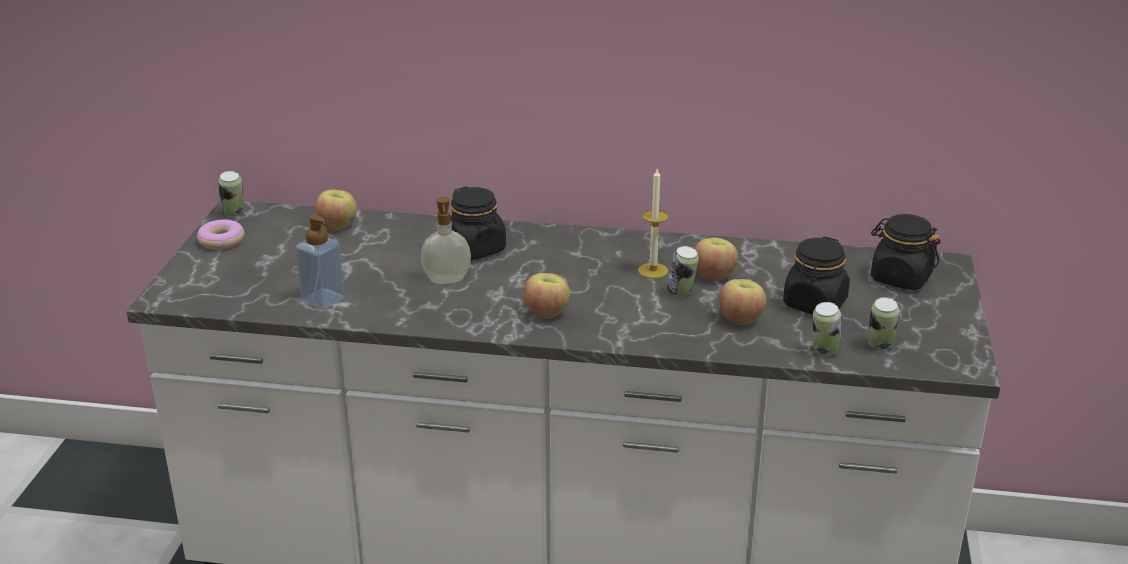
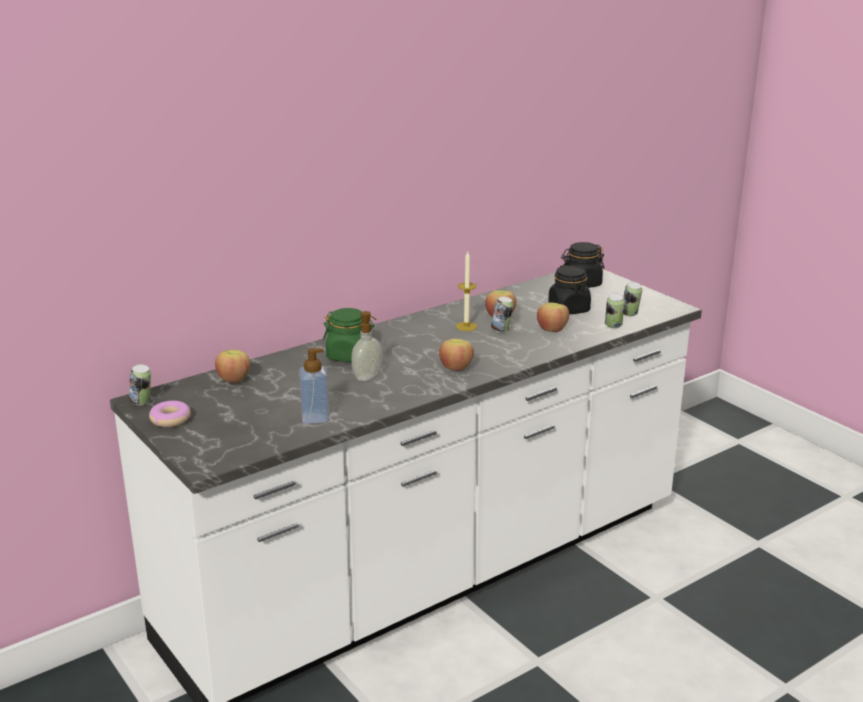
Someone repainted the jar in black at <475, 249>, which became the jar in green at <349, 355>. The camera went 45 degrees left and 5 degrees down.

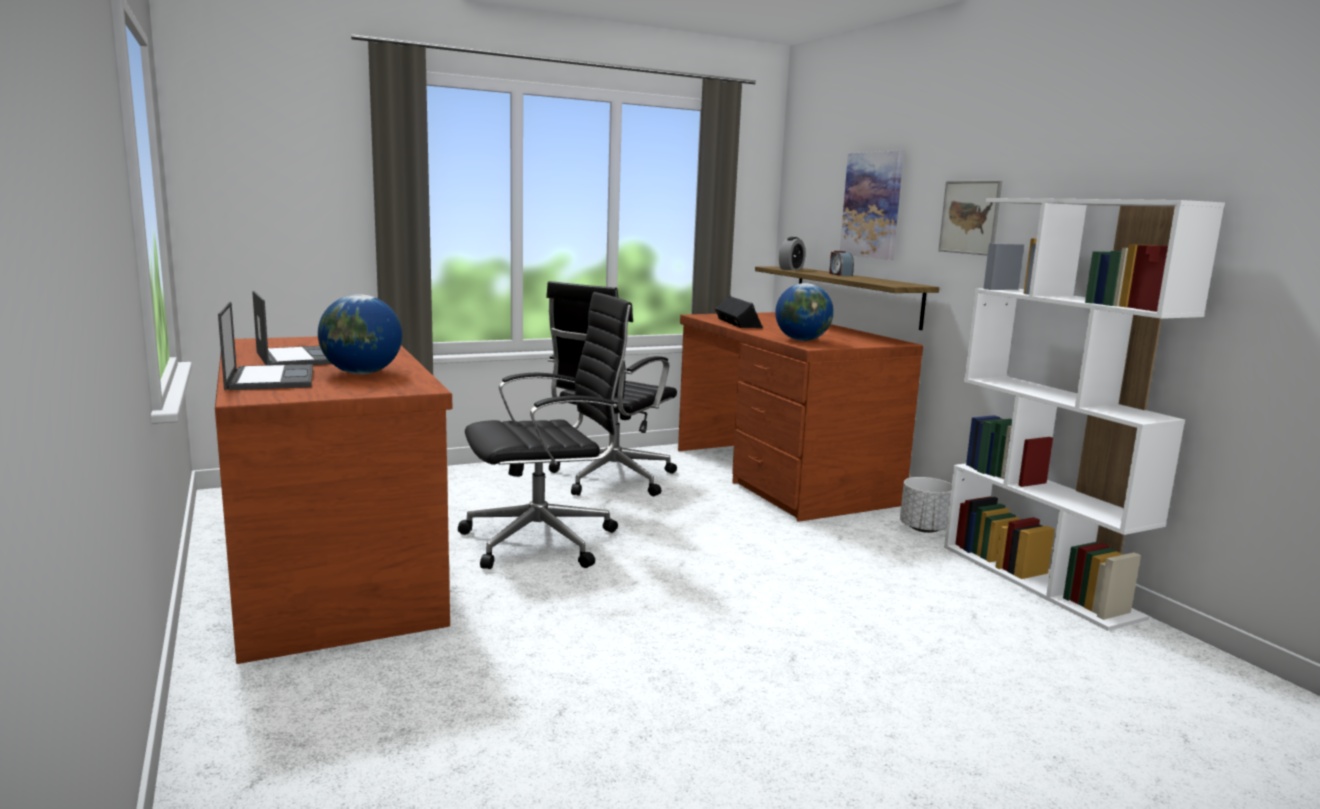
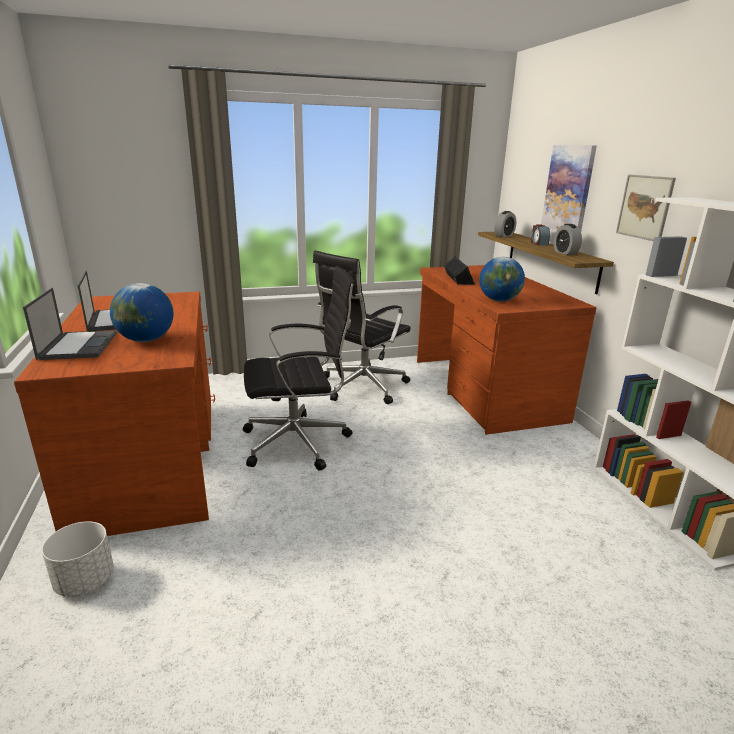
Someone carried the planter in white from <923, 528> to <84, 581>. Someone put down the alarm clock at <565, 253>. The camera went 10 degrees right and 10 degrees up.

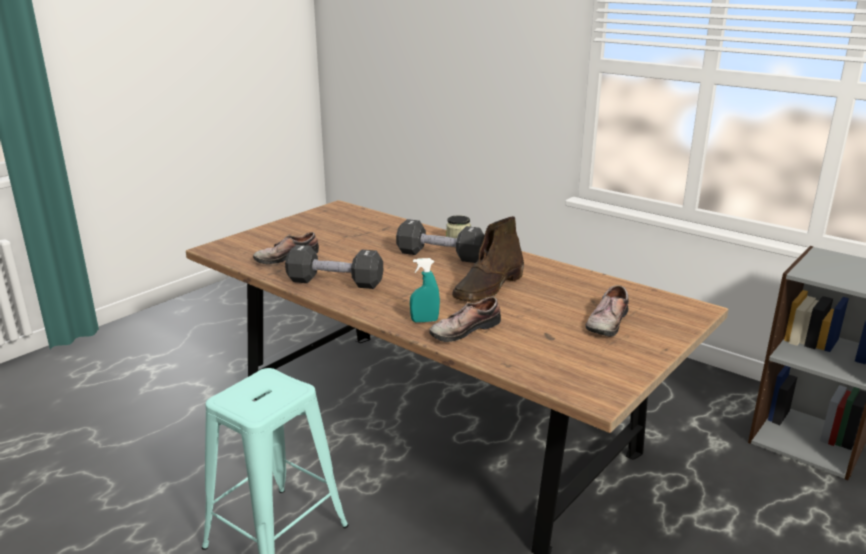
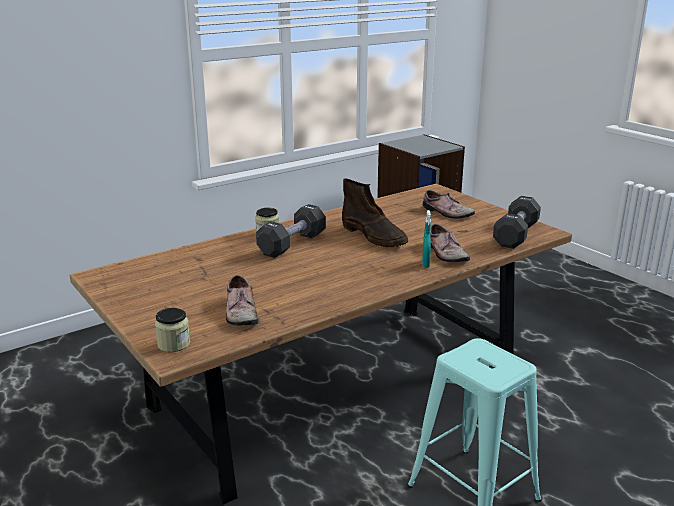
Someone put down the jar at <173, 344>. Someone carried the dumbbell in black from <335, 282> to <516, 235>. The camera went 75 degrees left and 0 degrees up.

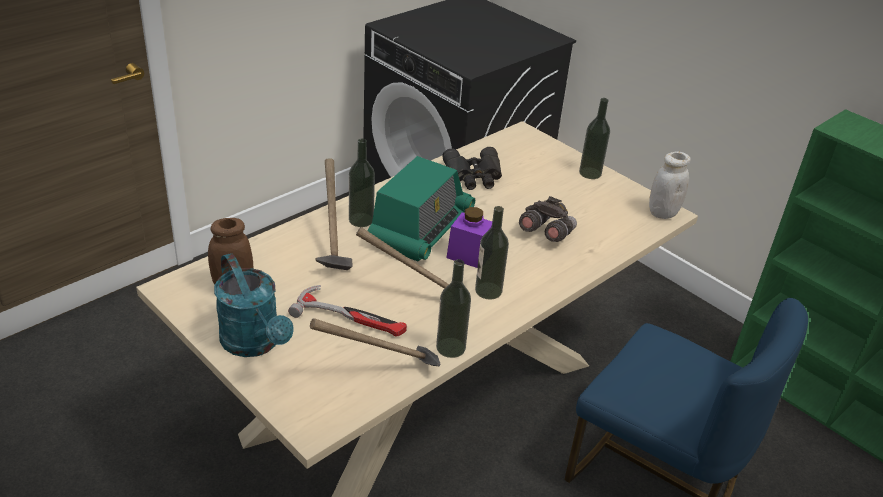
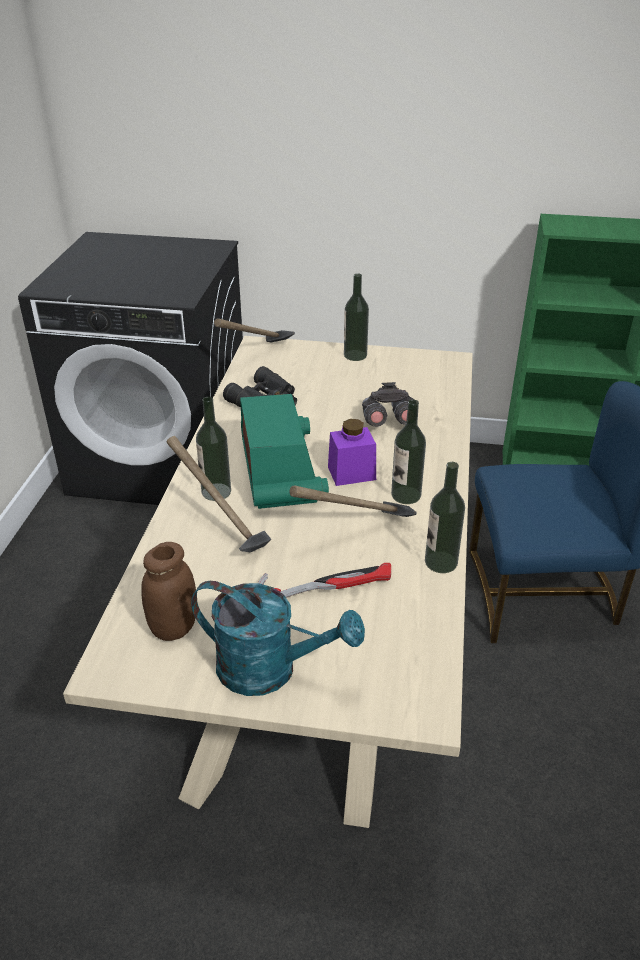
Someone carried the hammer from <381, 374> to <257, 358>. Someone took away the jar in white at <662, 213>. The camera went 35 degrees left and 0 degrees up.

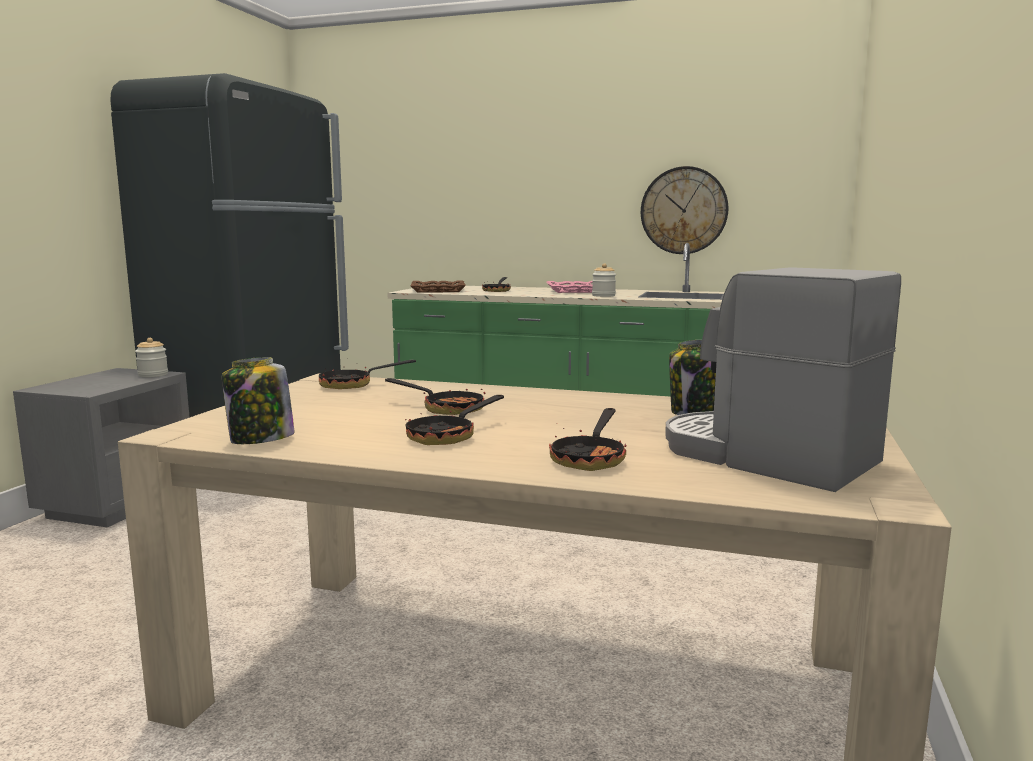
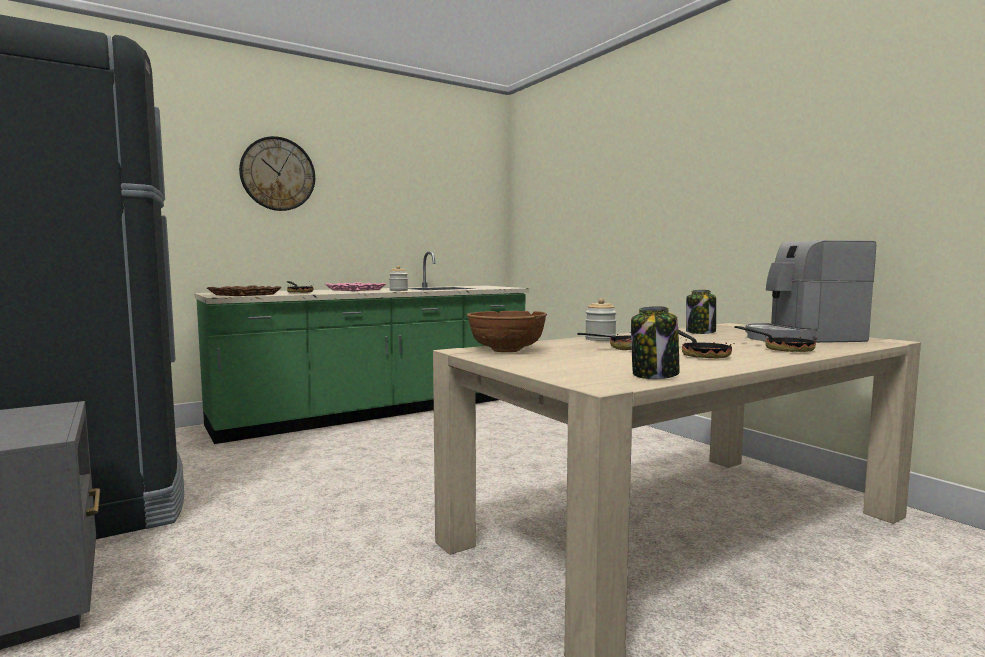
Someone carried the wall clock from <684, 210> to <278, 174>. Someone swapped the frying pan at <354, 385> for the bowl in brown at <506, 349>. Someone carried the jar from <153, 375> to <600, 339>. The camera went 50 degrees left and 5 degrees down.

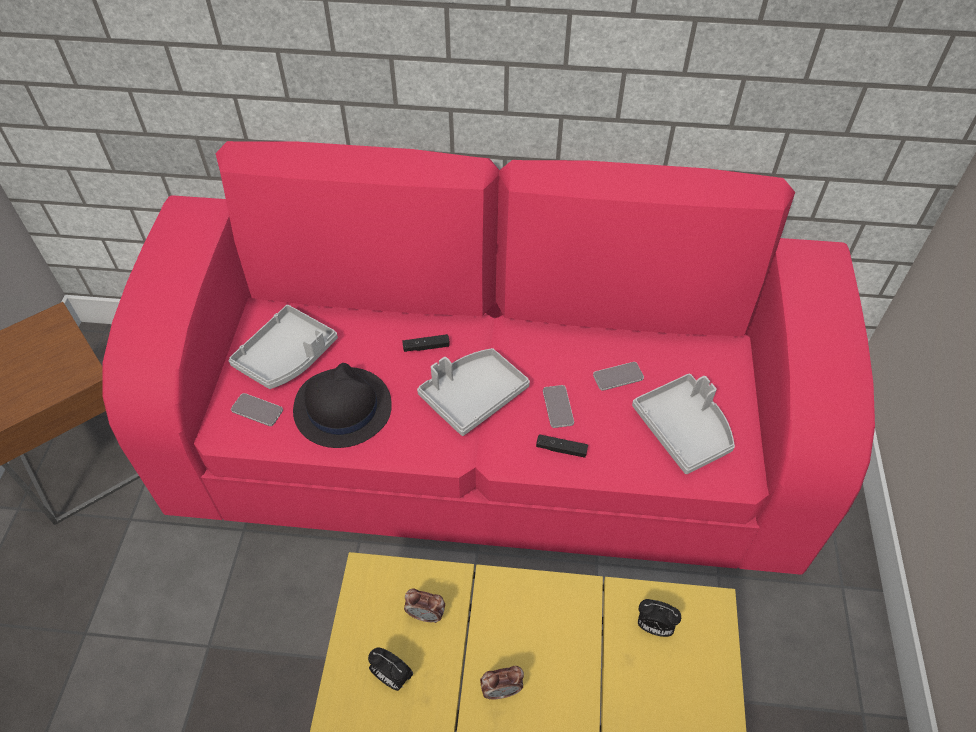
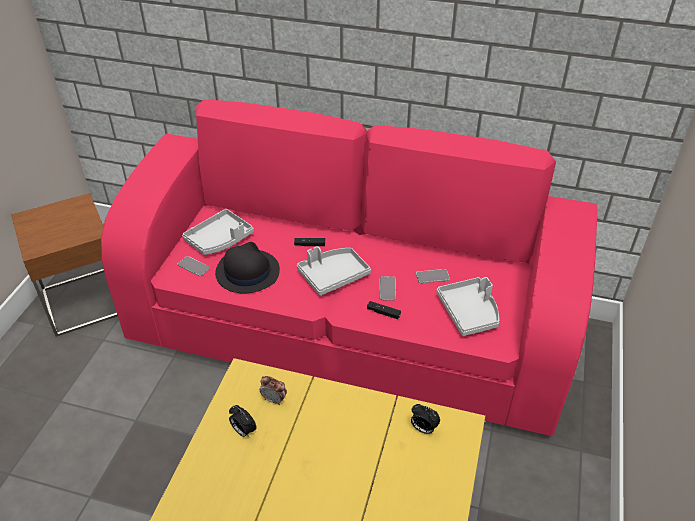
Someone took away the alarm clock at <501, 690>. The camera went 10 degrees right and 10 degrees down.

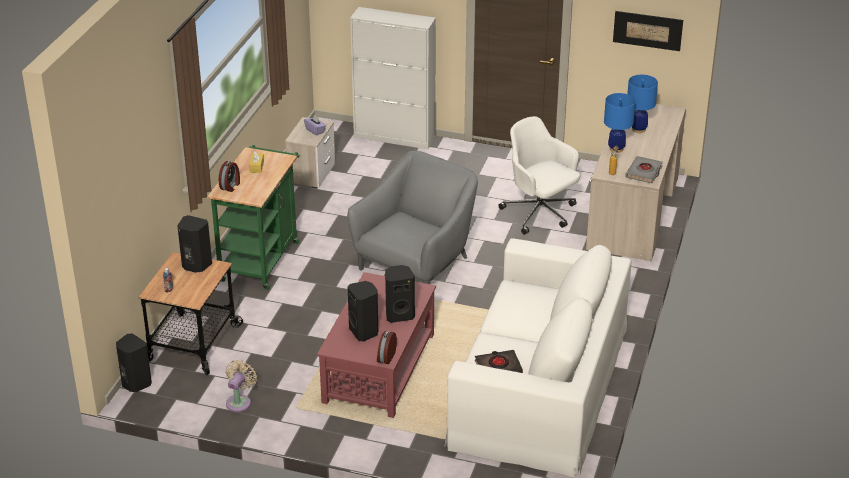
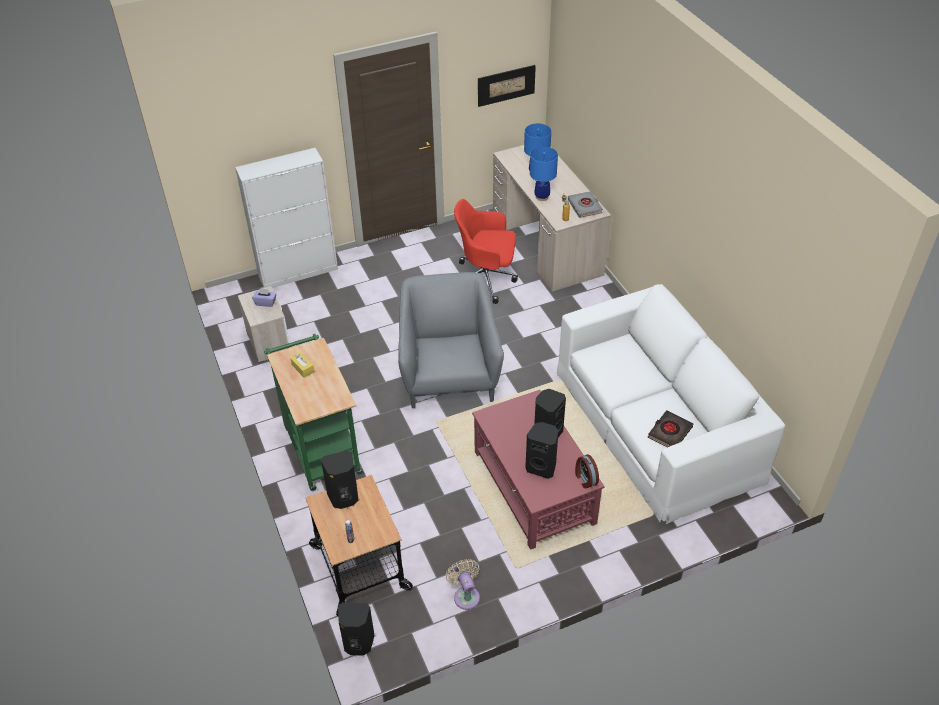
Someone repainted the office chair in white at <540, 213>, which became the office chair in red at <486, 279>. Someone took away the alarm clock at <230, 186>. The camera went 40 degrees left and 10 degrees up.

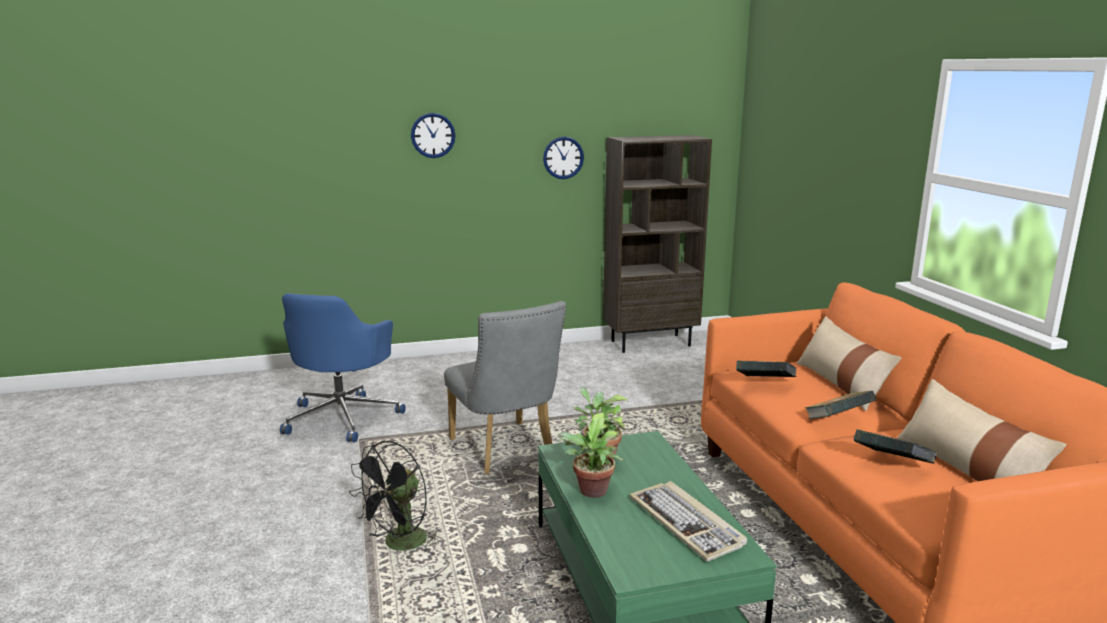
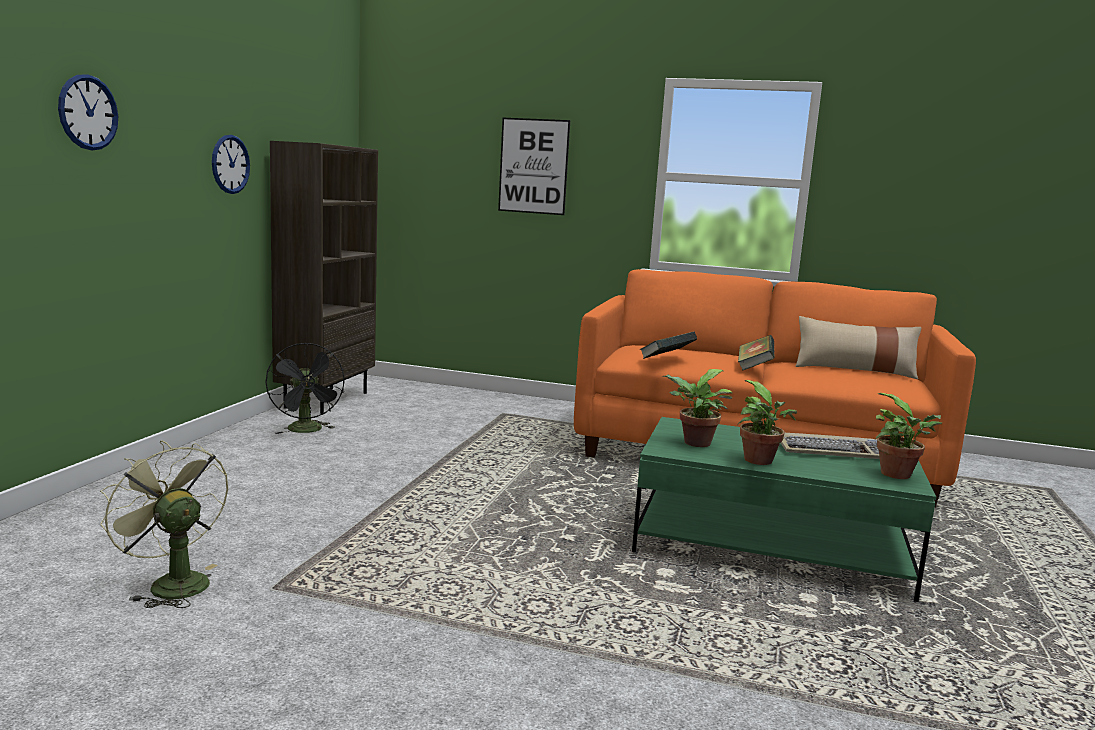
Someone swapped the office chair in blue at <343, 417> for the fan in green at <171, 583>. Someone carried the fan in black from <399, 545> to <307, 431>. Someone put up the picture at <533, 166>. Someone put down the potted plant at <899, 475>. Someone took away the chair in grey at <505, 451>. Someone took away the pillow in beige at <841, 384>. Someone took away the book at <891, 465>. The camera went 60 degrees left and 5 degrees down.

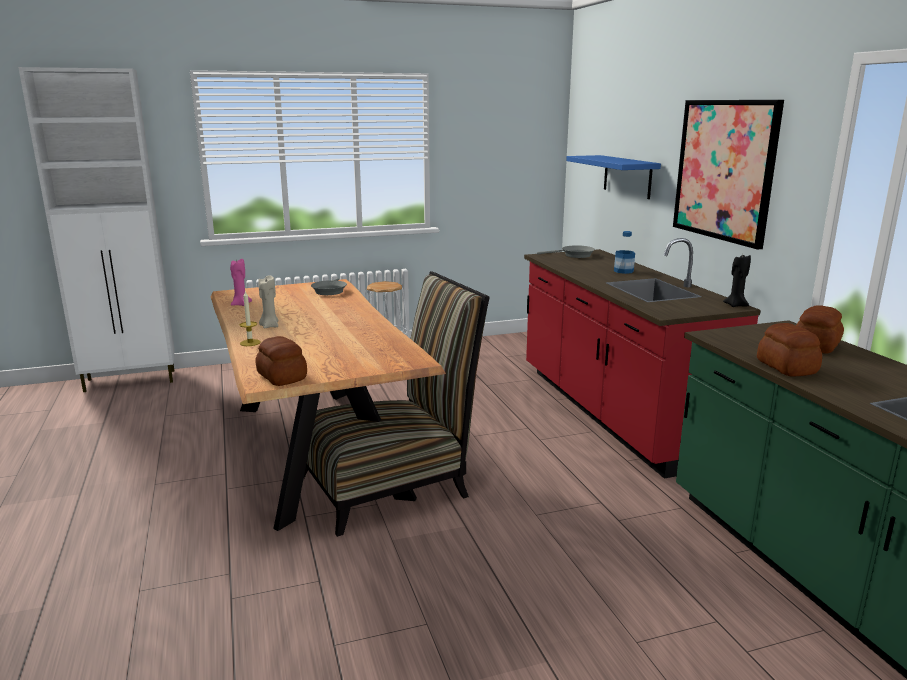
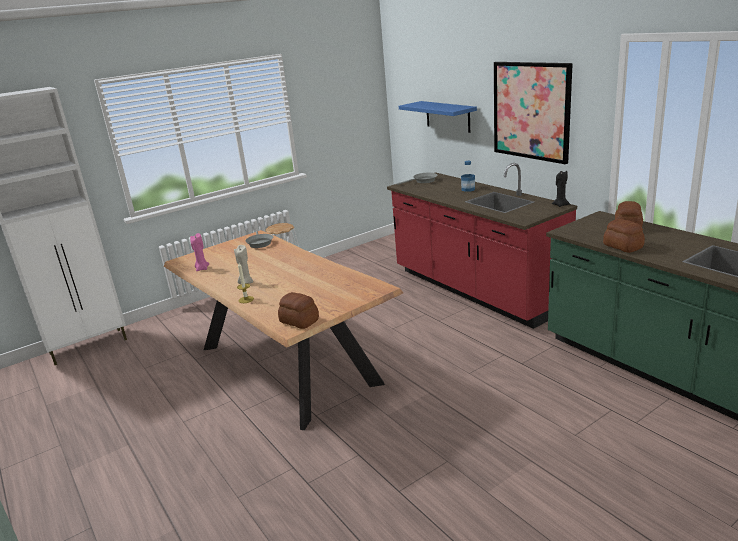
Someone took away the chair at <392, 484>. The camera went 15 degrees left and 5 degrees up.

